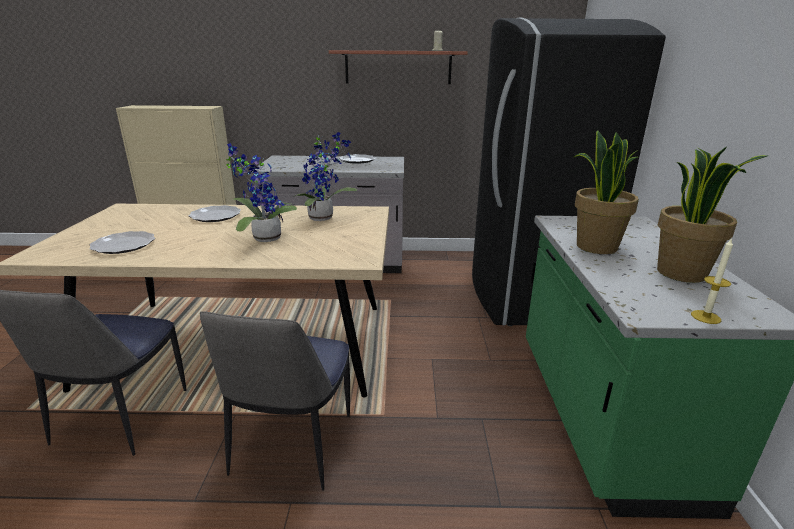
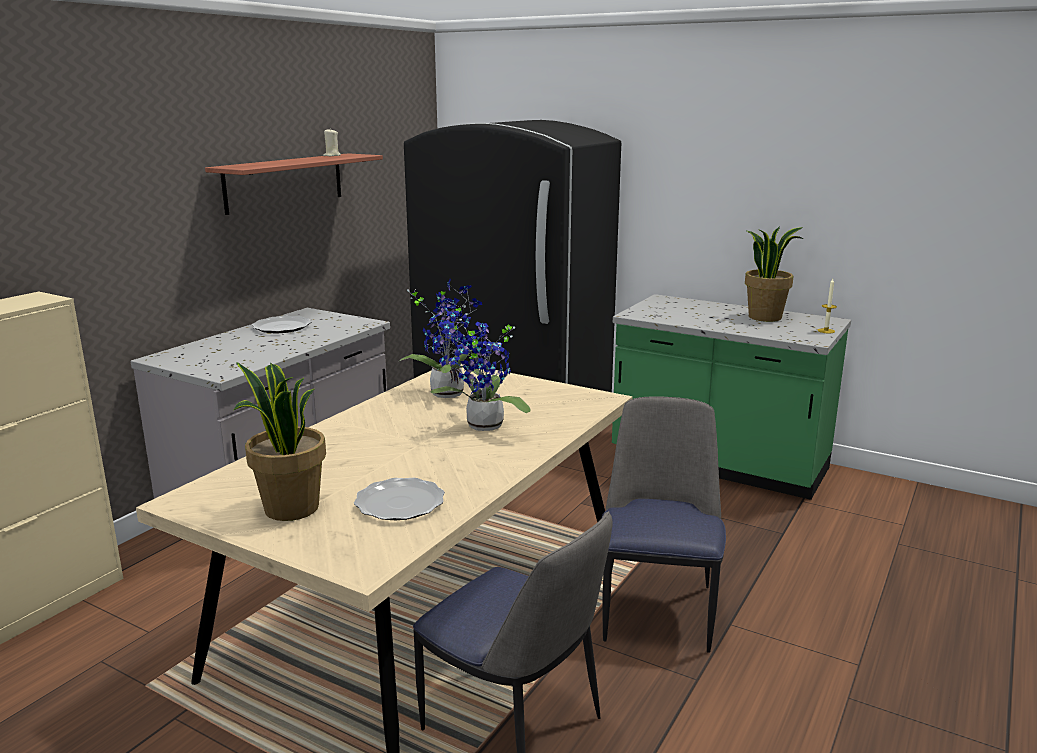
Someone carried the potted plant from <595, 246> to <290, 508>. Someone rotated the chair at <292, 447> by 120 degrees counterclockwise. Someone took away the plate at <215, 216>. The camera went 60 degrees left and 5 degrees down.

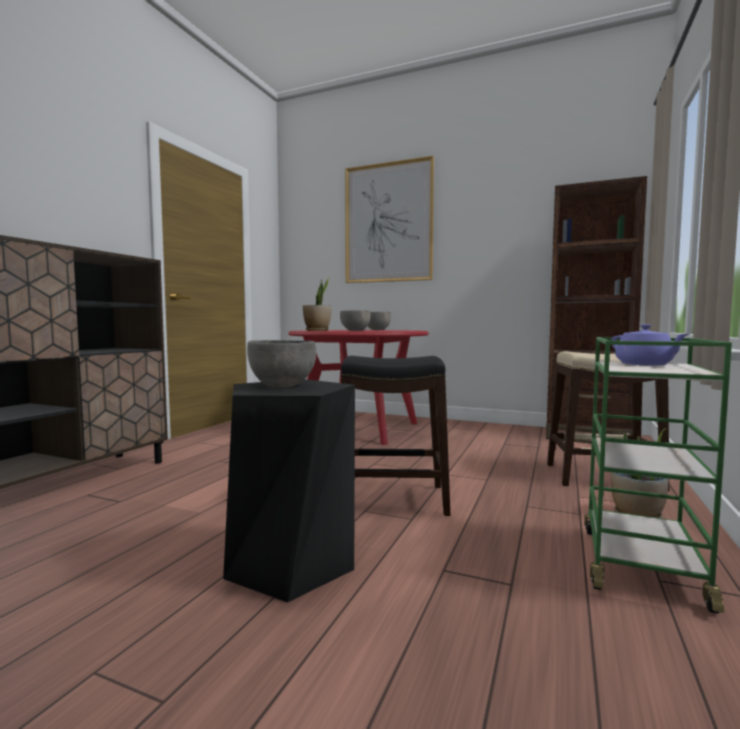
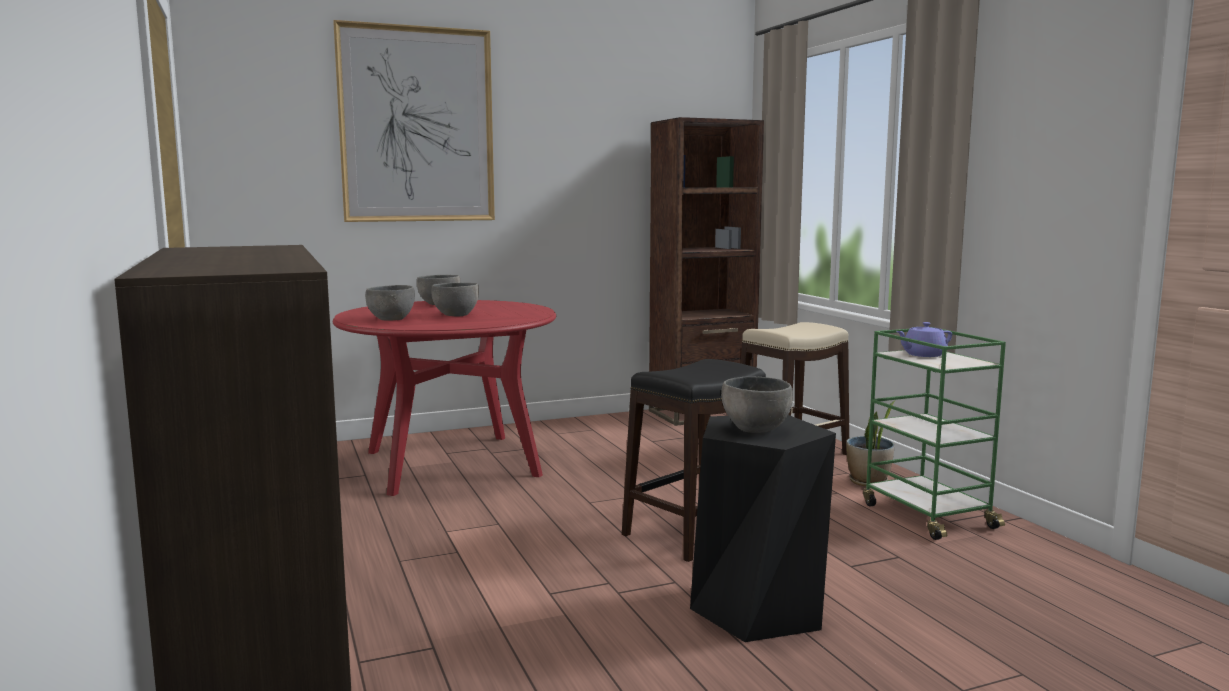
Someone swapped the potted plant at <317, 330> for the bowl in grey at <391, 319>. Someone rotated the teapot in purple at <645, 364> by 135 degrees clockwise. The camera went 45 degrees left and 5 degrees up.

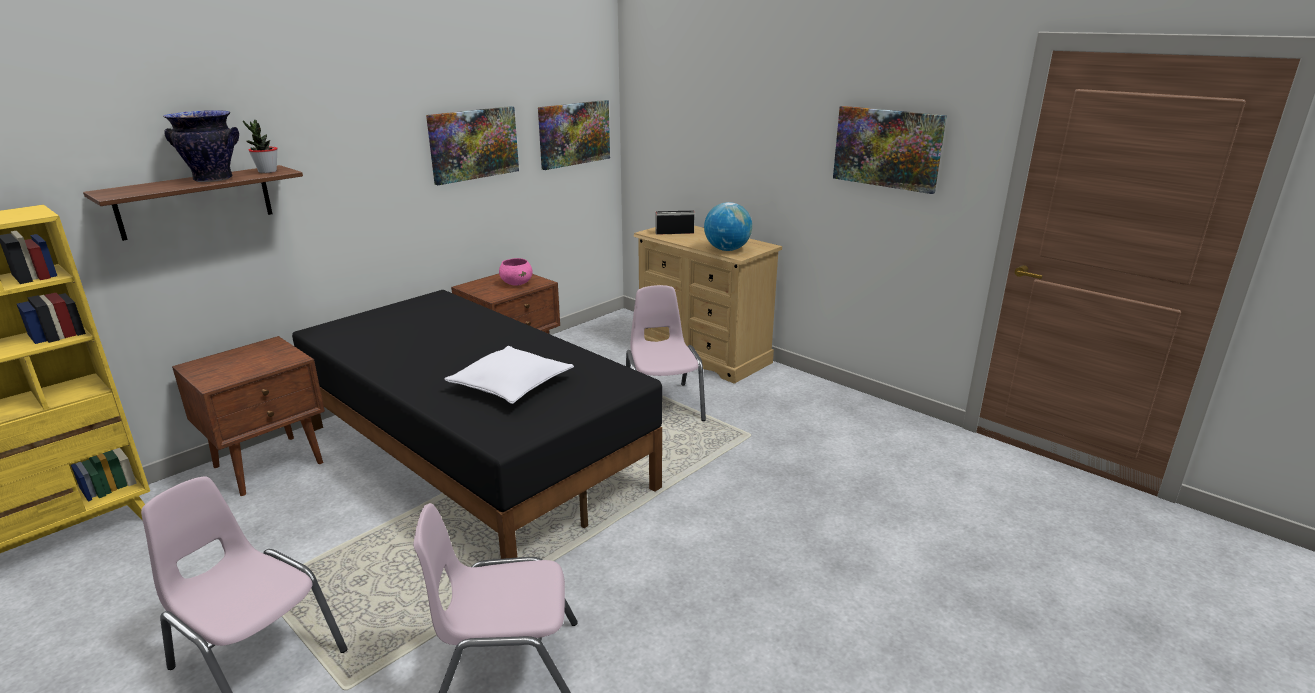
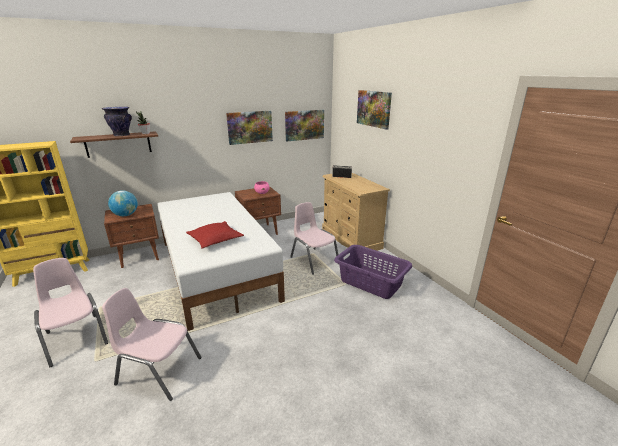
Someone carried the globe from <727, 249> to <126, 215>. Someone repainted the bed in black at <475, 455>, which became the bed in white at <217, 268>. Someone repainted the pillow in white at <511, 385>, which became the pillow in red at <215, 239>. Someone rotated the chair in pink at <663, 404> by 45 degrees counterclockwise. Someone put down the laundry basket in purple at <370, 282>. Someone carried the picture from <887, 148> to <374, 108>. The camera went 20 degrees right and 0 degrees up.

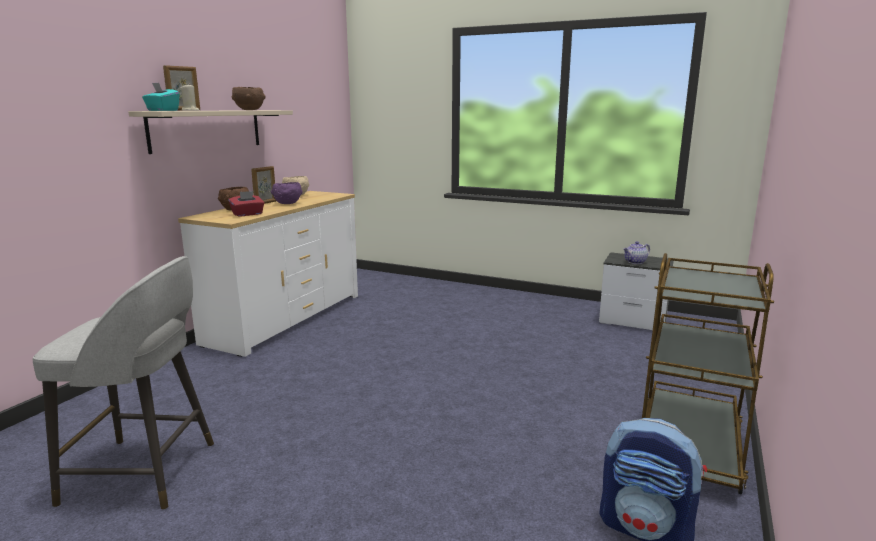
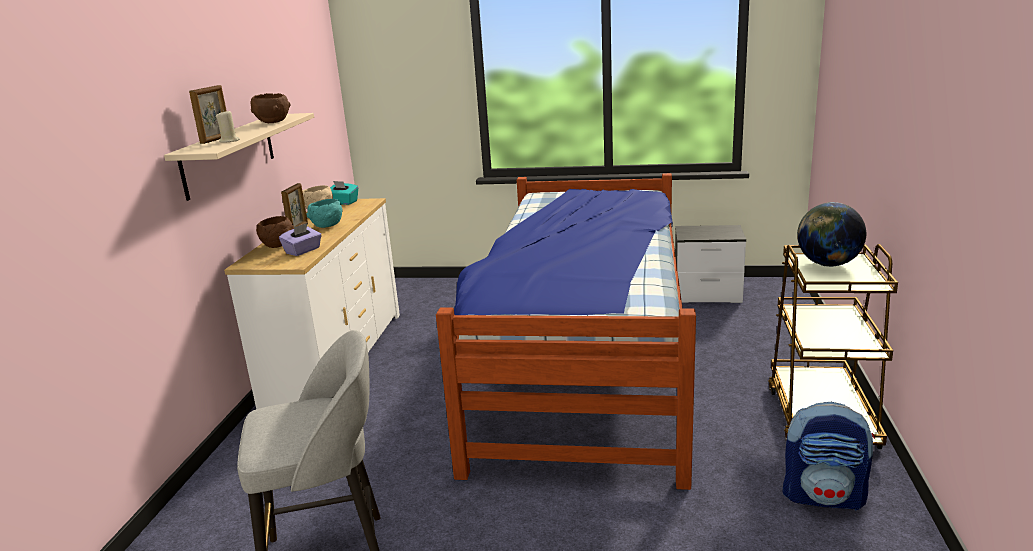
Someone repainted the tissue box in red at <248, 214>, which became the tissue box in purple at <303, 251>. Someone repainted the bowl in purple at <288, 203>, which became the bowl in turquoise at <327, 226>. Someone carried the tissue box in turquoise from <162, 110> to <343, 202>. Someone put down the bed at <583, 361>. Someone put down the globe at <828, 264>. Someone took away the teapot at <635, 262>. The camera went 15 degrees left and 5 degrees up.

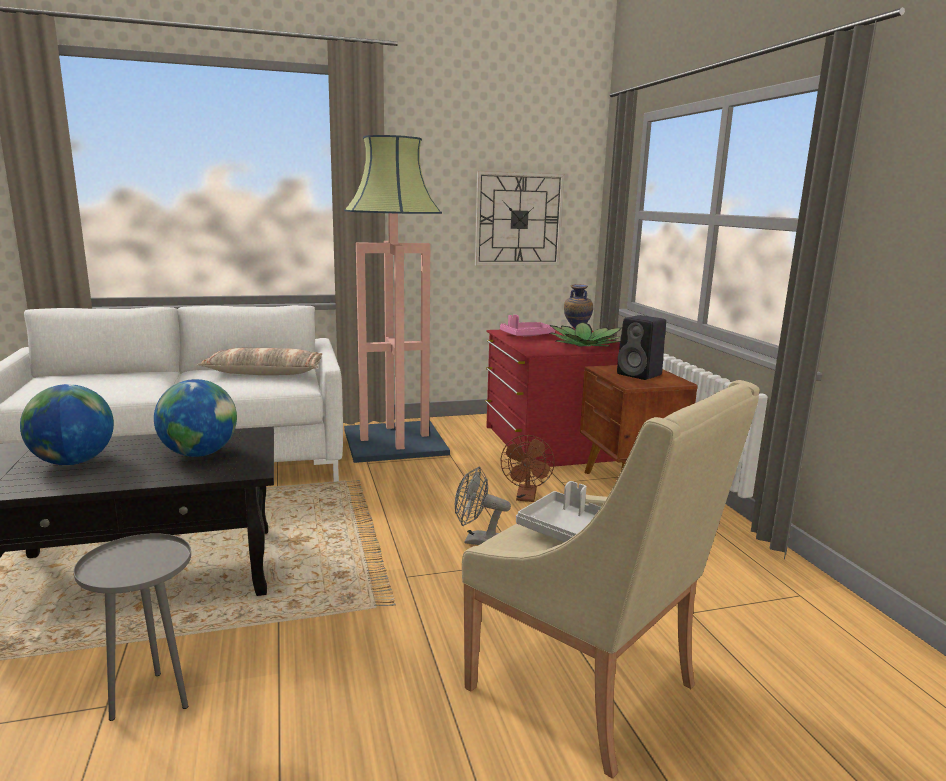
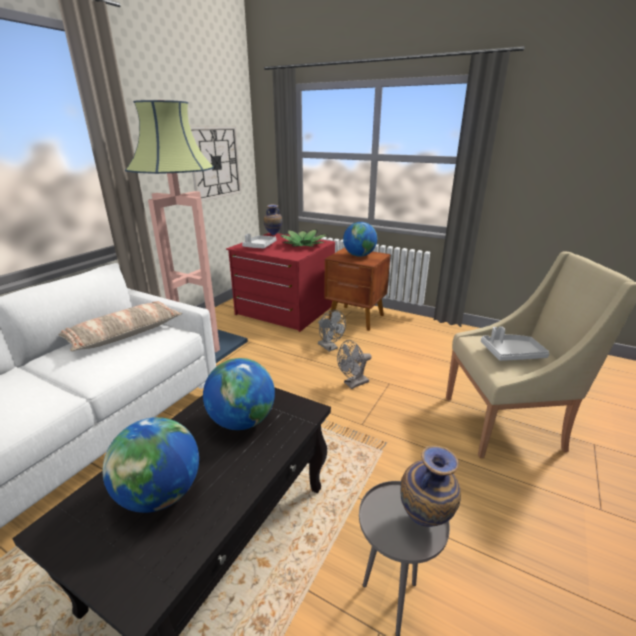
Someone repainted the tray in pink at <526, 335>, which became the tray in grey at <259, 246>. Someone repainted the fan in brown at <526, 497>, which became the fan in grey at <330, 347>. Someone swapped the speaker in black at <640, 375> for the globe at <359, 255>. Someone put down the vase at <424, 523>. The camera went 45 degrees left and 10 degrees up.

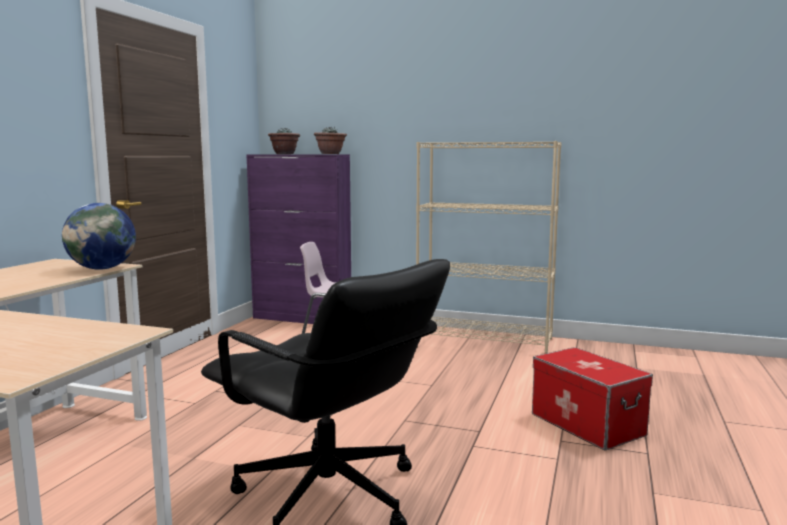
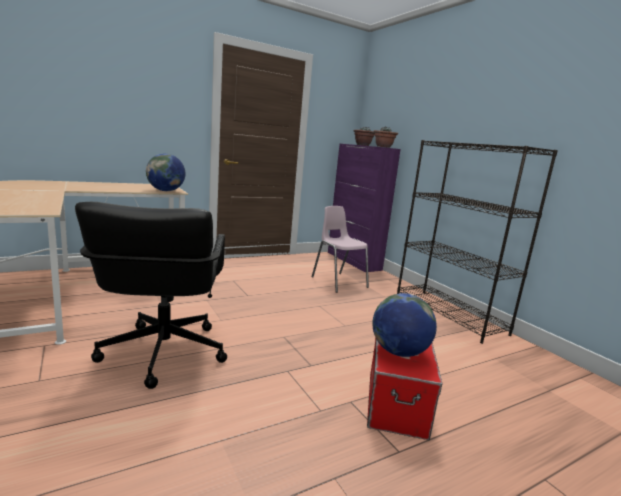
Someone put down the globe at <399, 352>. Someone repainted the bookcase in beige at <485, 339>, which became the bookcase in black at <449, 314>. The camera went 40 degrees right and 5 degrees up.

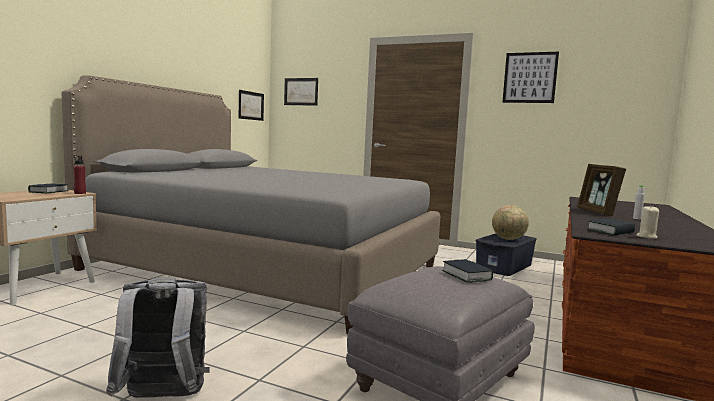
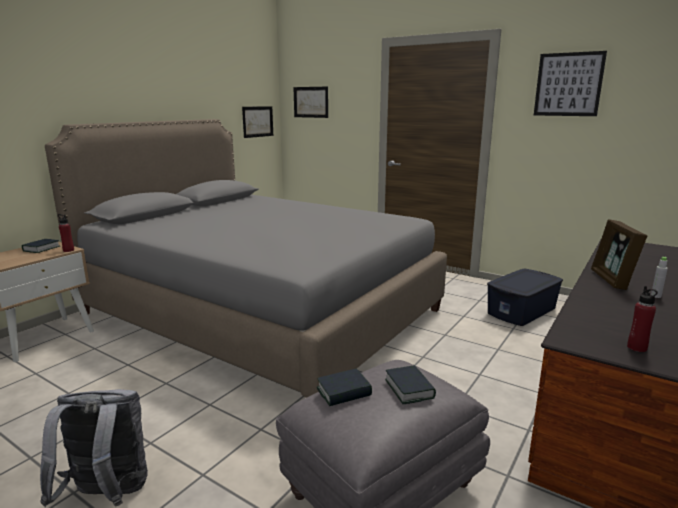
Someone carried the book from <610, 231> to <344, 392>. Someone swapped the candle in beige at <646, 237> for the bottle in red at <637, 348>. Someone took away the globe at <508, 239>. The camera went 10 degrees right and 10 degrees up.

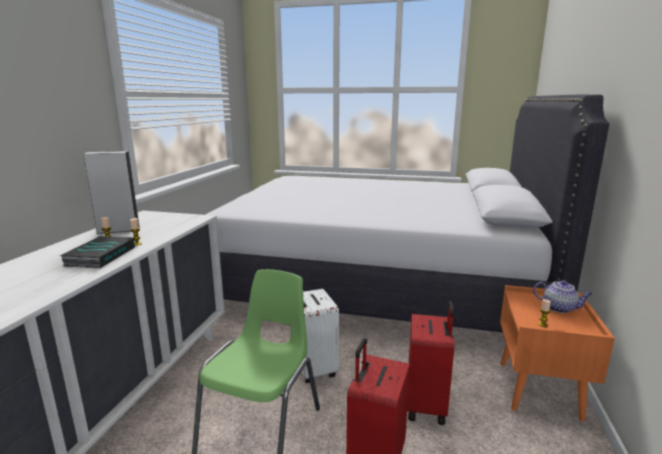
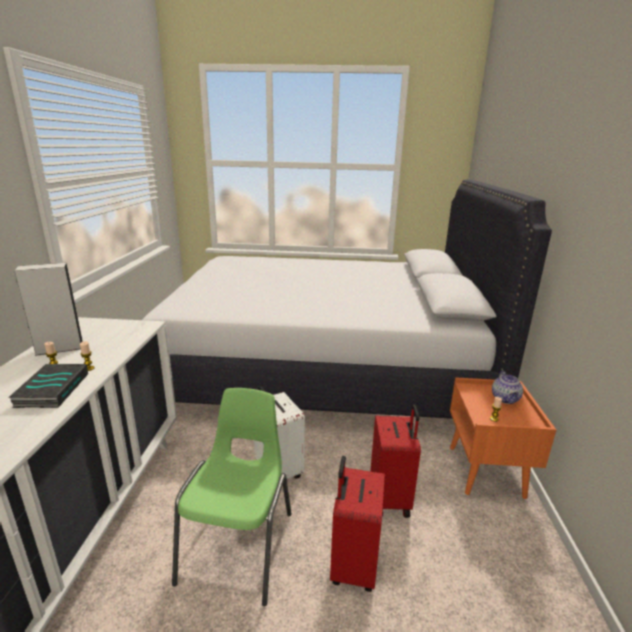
Someone rotated the teapot at <560, 308> by 75 degrees clockwise. The camera went 10 degrees left and 5 degrees up.

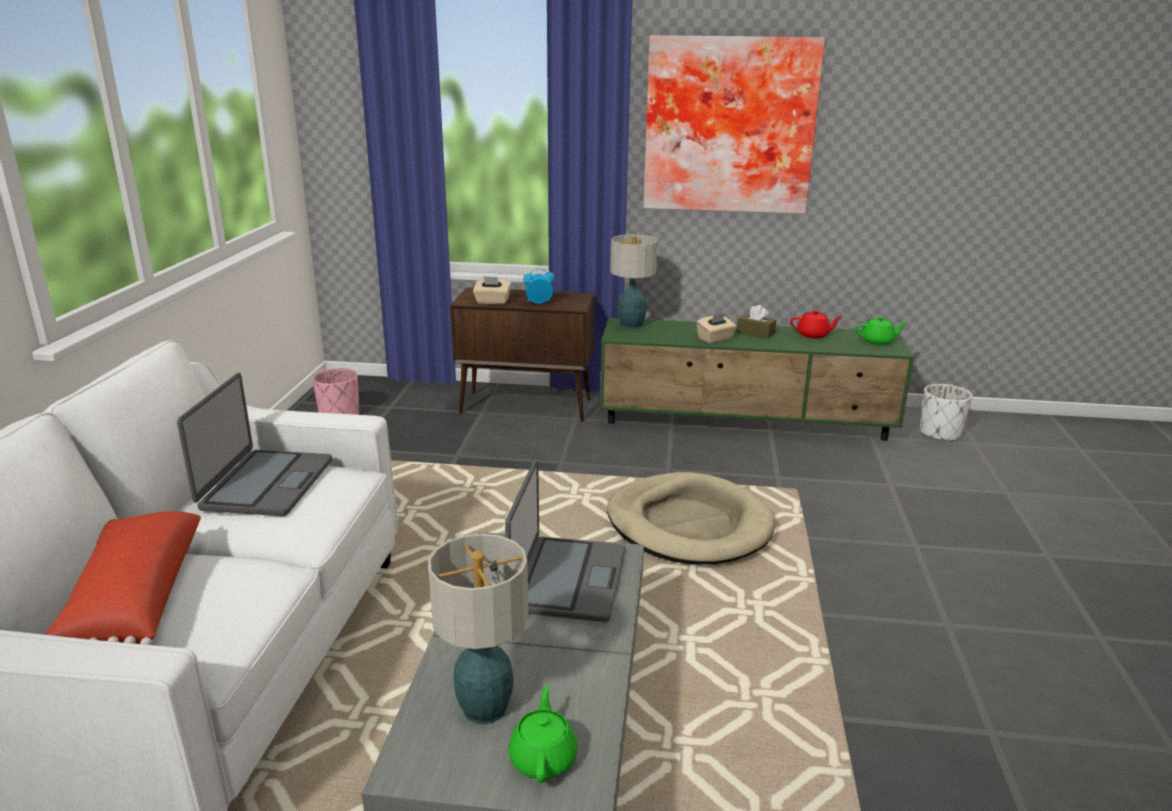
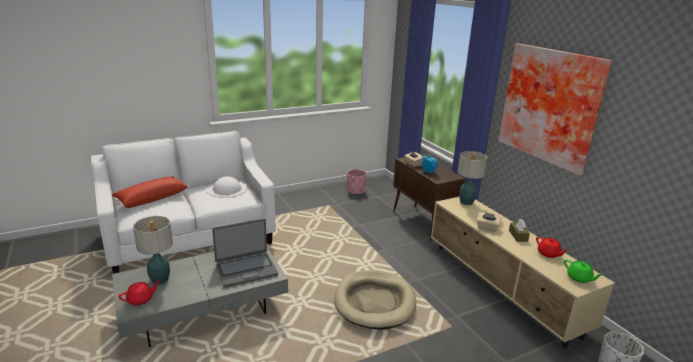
Someone repainted the teapot in green at <543, 758>, which became the teapot in red at <141, 299>. Someone swapped the laptop at <265, 484> for the hat in white at <227, 189>. Someone repainted the tv stand in green at <746, 424>, which became the tv stand in beige at <501, 288>. The camera went 55 degrees right and 0 degrees up.

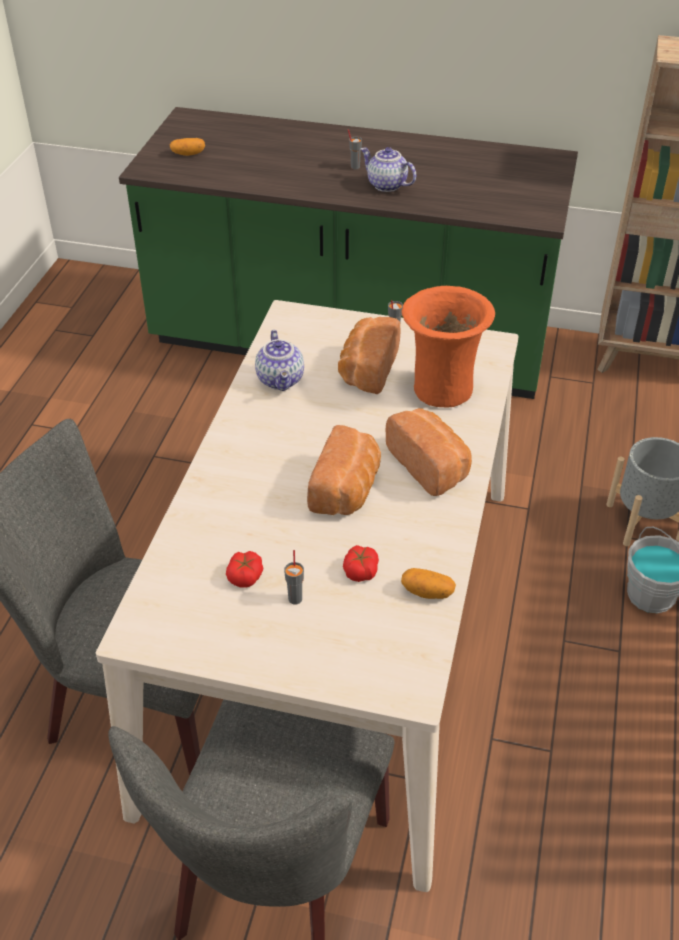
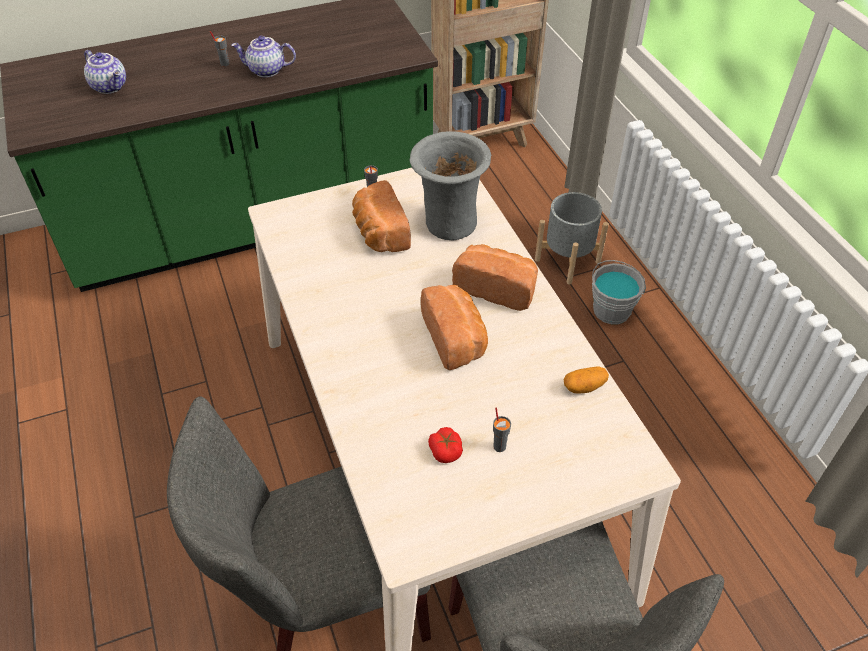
Someone carried the teapot from <281, 380> to <110, 86>. Someone repainted the vase in orange at <440, 389>, which became the vase in grey at <448, 223>. Someone took away the potato at <188, 154>. Someone took away the tomato at <360, 571>. The camera went 35 degrees left and 5 degrees up.

